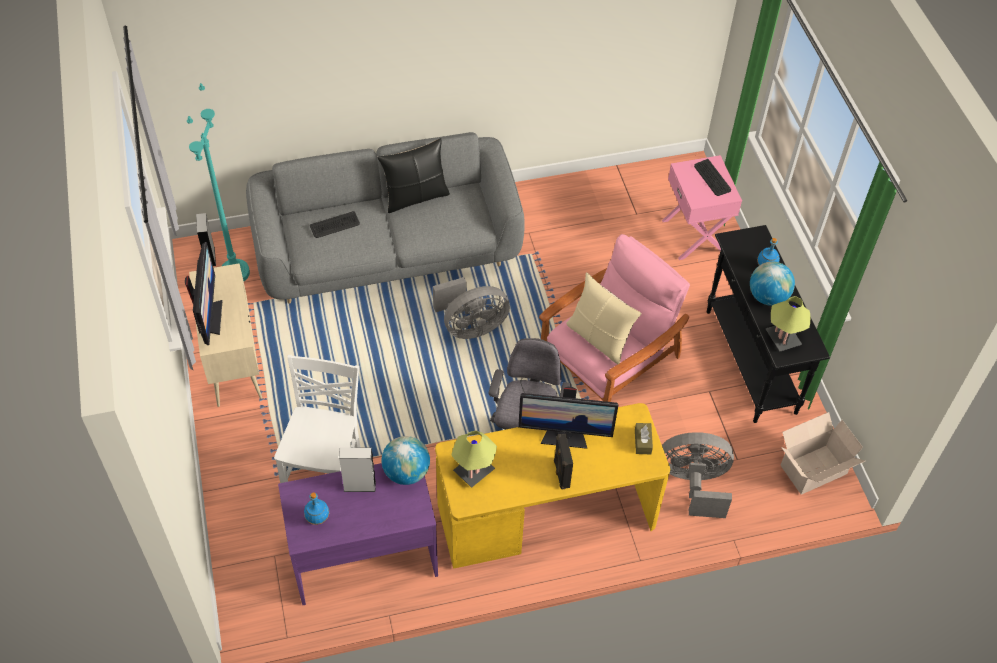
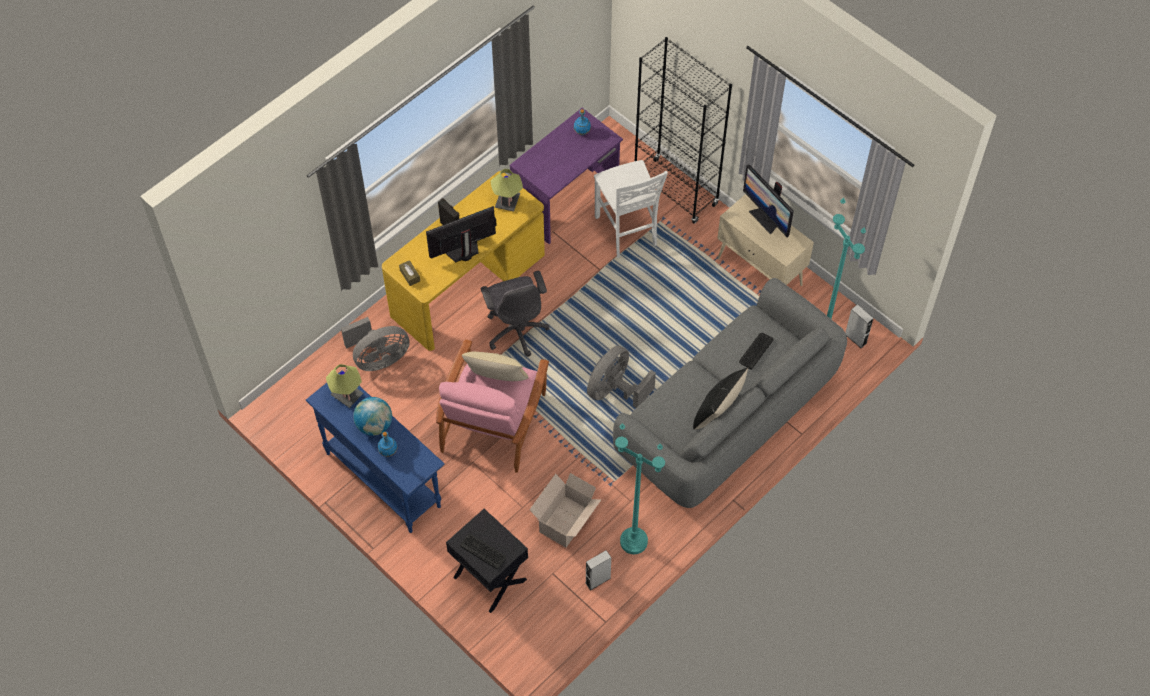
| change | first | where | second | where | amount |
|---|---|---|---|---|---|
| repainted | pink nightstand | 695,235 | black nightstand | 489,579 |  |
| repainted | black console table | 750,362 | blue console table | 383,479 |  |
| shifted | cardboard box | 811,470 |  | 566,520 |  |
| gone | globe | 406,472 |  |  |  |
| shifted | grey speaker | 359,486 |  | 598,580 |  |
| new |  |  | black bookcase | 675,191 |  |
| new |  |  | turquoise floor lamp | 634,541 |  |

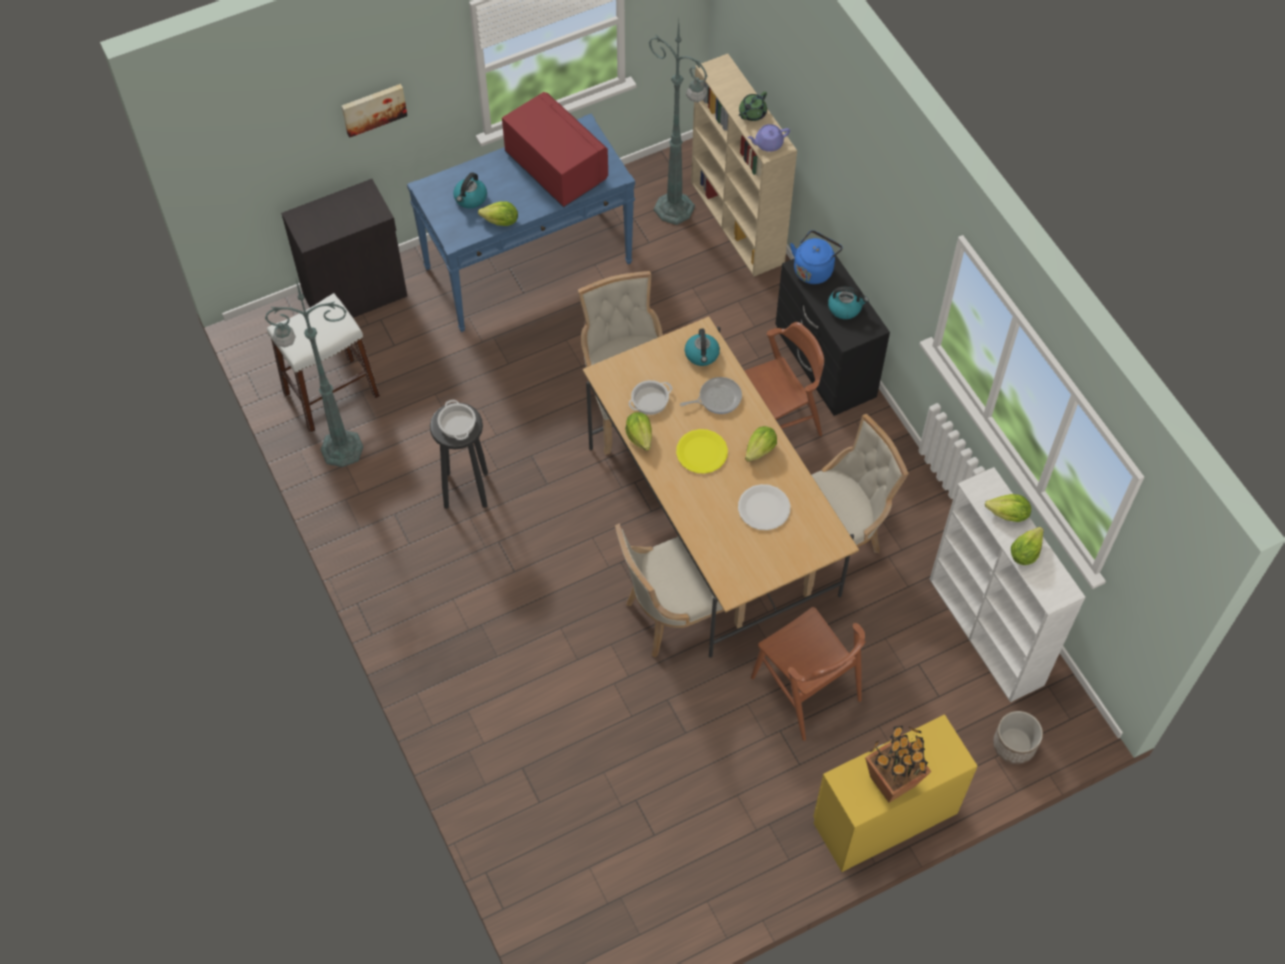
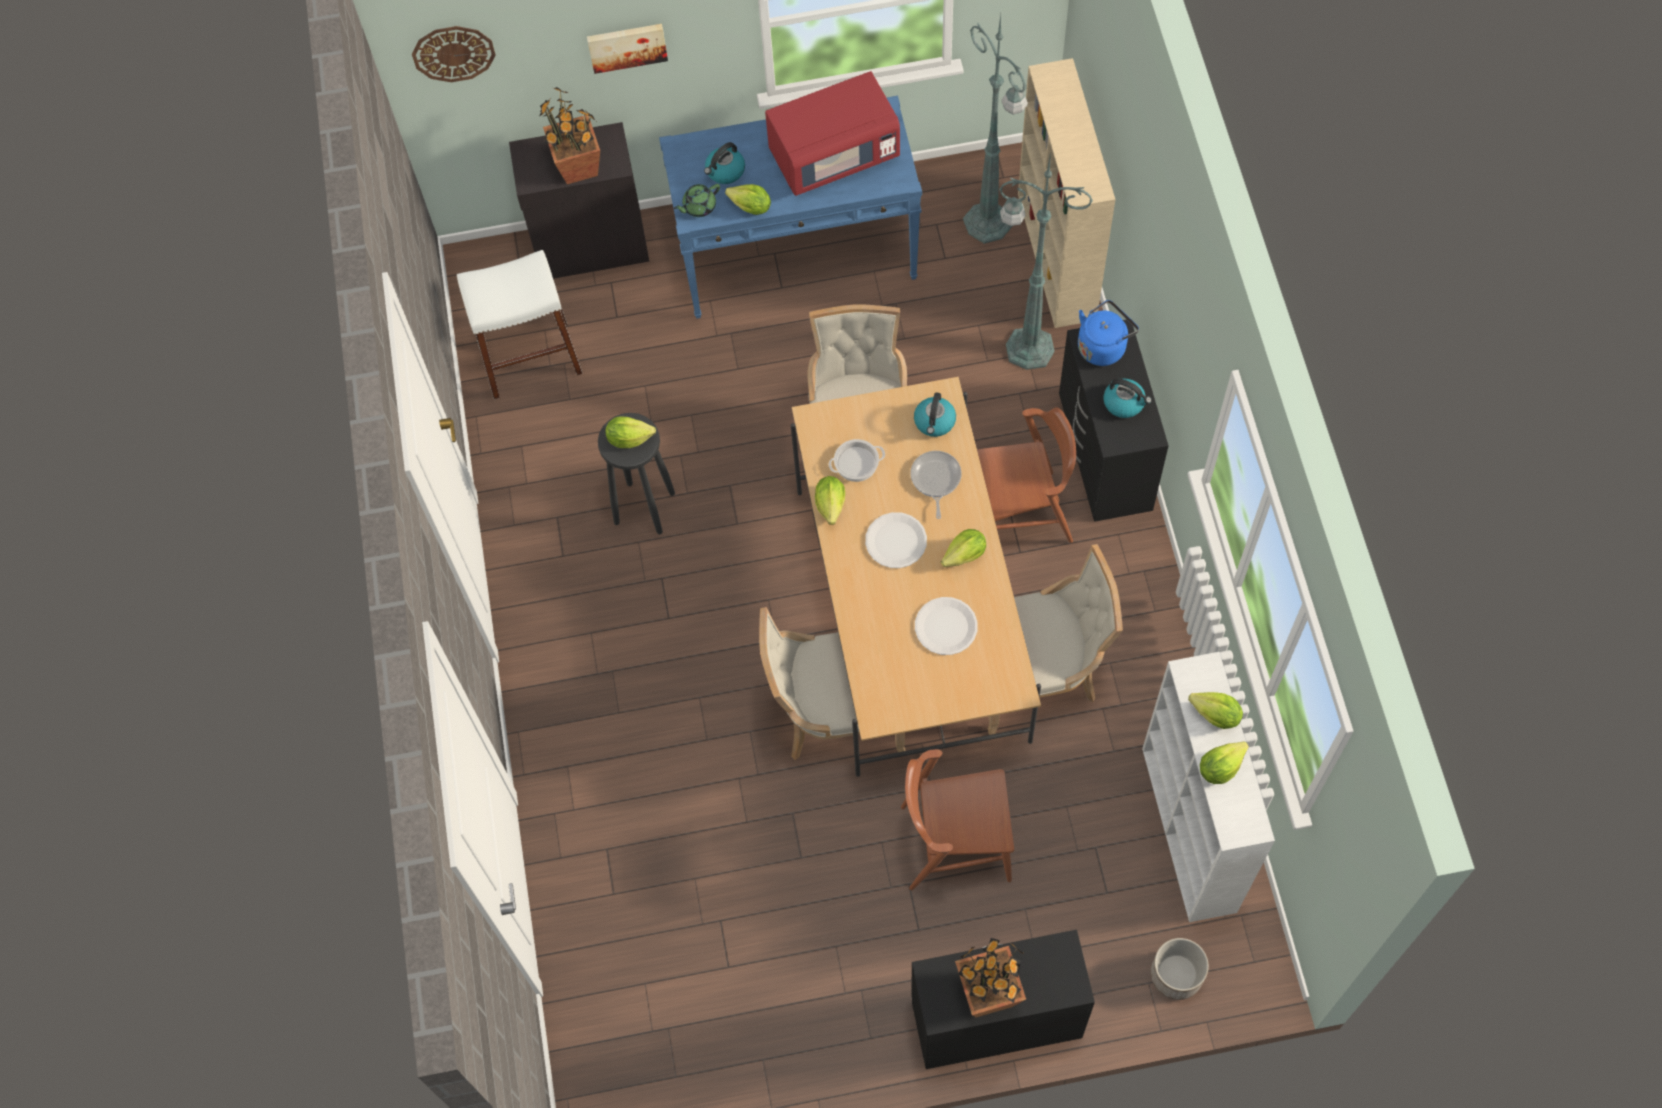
| change | first | where | second | where | amount |
|---|---|---|---|---|---|
| shifted | green teapot | 752,113 |  | 698,206 |  |
| rotated | red microwave | 555,168 |  | 834,155 | 90 degrees clockwise |
| gone | purple teapot | 768,144 |  |  |  |
| shifted | green floor lamp | 339,449 |  | 1027,348 |  |
| rotated | frying pan | 717,398 |  | 935,479 | 90 degrees counterclockwise |
| swapped | cooking pot | 456,423 | lettuce | 629,438 |  |
| repainted | yellow plate | 702,452 | white plate | 896,541 |  |
| rotated | brown chair | 806,689 |  | 955,842 | 105 degrees clockwise |
| repainted | yellow dresser | 883,816 | black dresser | 995,1017 |  |
| new |  |  | wall clock | 453,53 |  |
| new |  |  | potted plant | 579,168 |  |

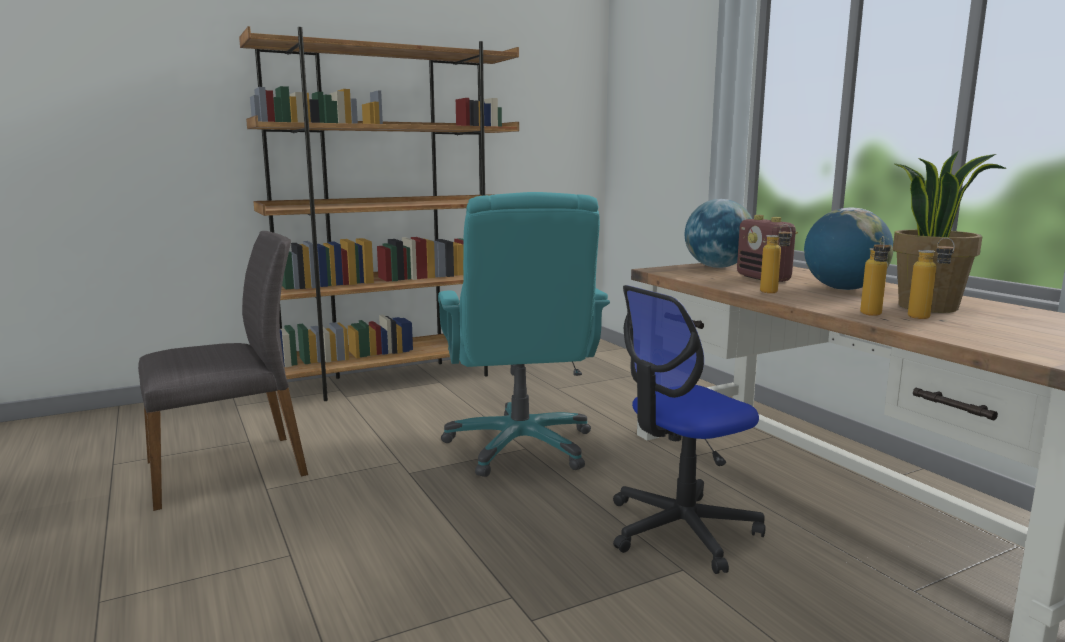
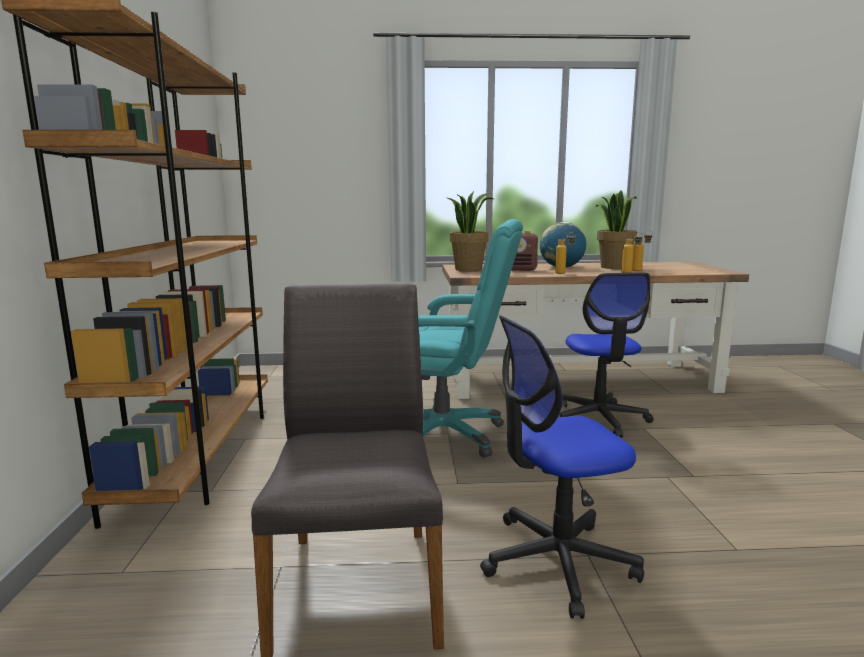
| change | first | where | second | where | amount |
|---|---|---|---|---|---|
| swapped | globe | 717,267 | potted plant | 468,269 |  |
| new |  |  | office chair | 557,561 |  |

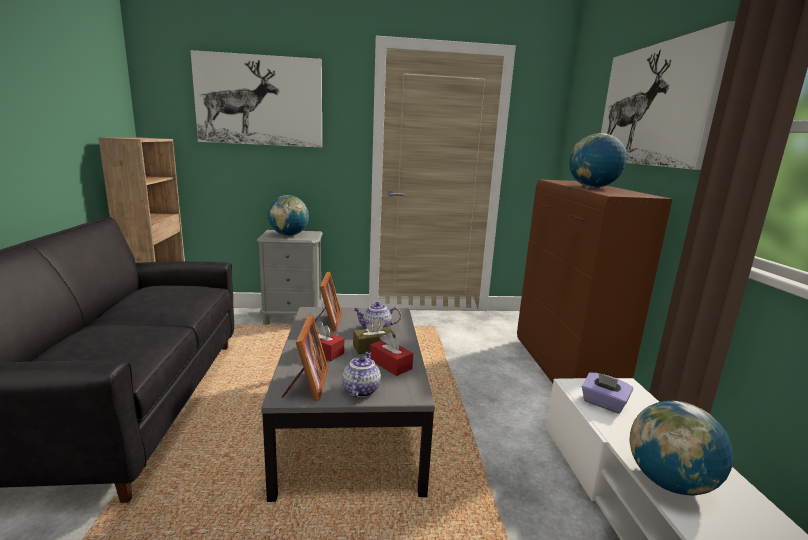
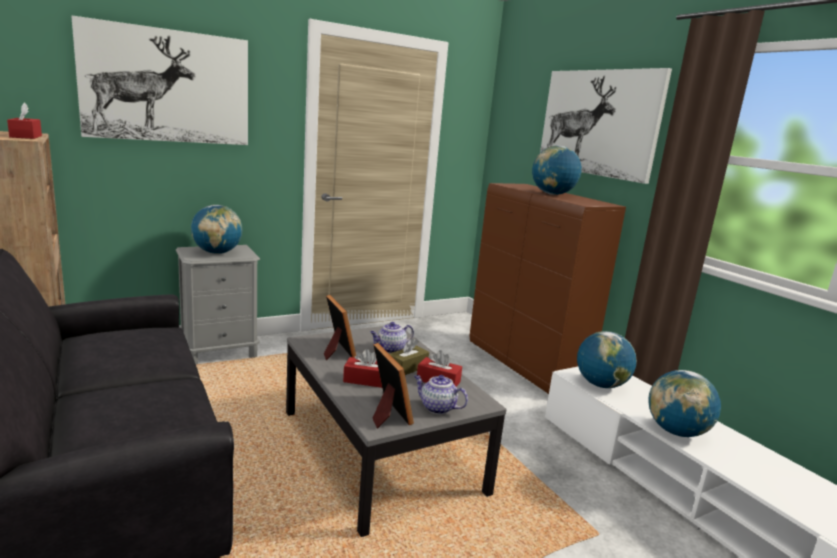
| change | first | where | second | where | amount |
|---|---|---|---|---|---|
| rotated | teapot | 361,390 |  | 437,408 | 45 degrees counterclockwise |
| swapped | purple tissue box | 603,404 | globe | 601,385 |  |
| new |  |  | red tissue box | 26,136 |  |

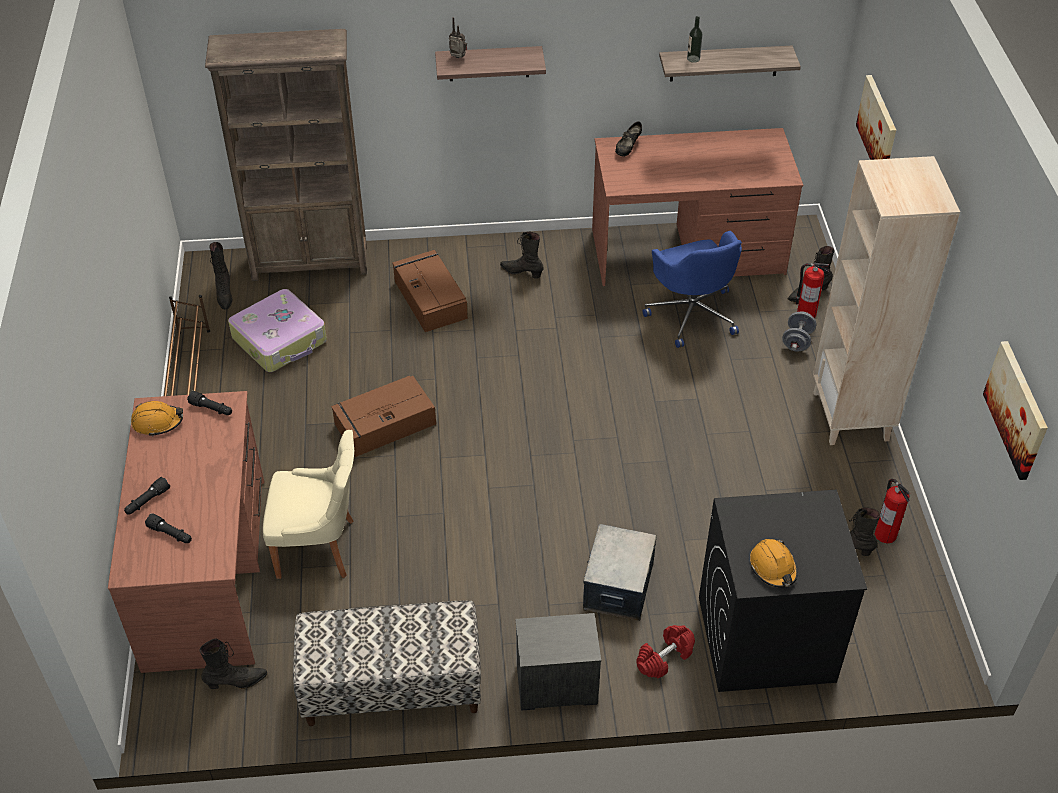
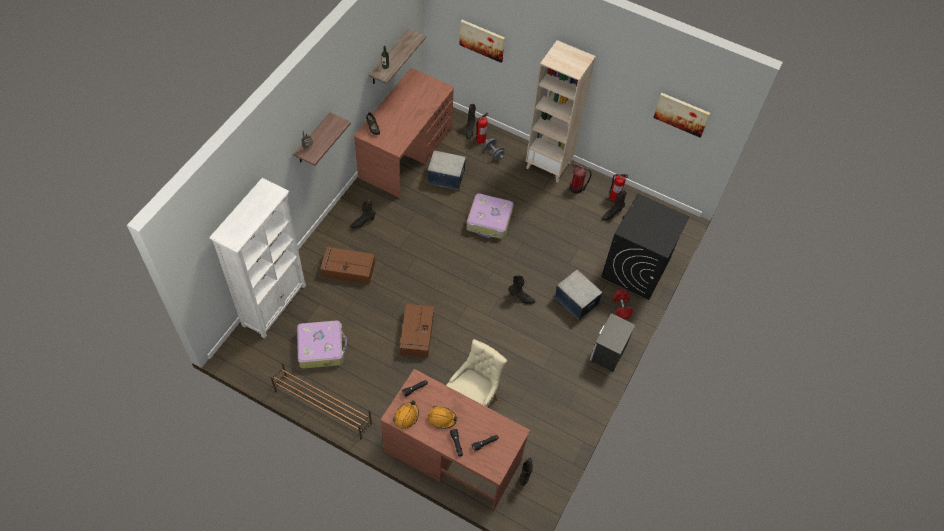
| change | first | where | second | where | amount |
|---|---|---|---|---|---|
| repainted | brown bookcase | 310,262 | white bookcase | 274,305 |  |
| swapped | blue office chair | 692,313 | storage box | 446,177 |  |
| shifted | black boot | 224,295 |  | 521,298 |  |
| shifted | orange hard hat | 773,568 |  | 442,418 |  |
| gone | bench | 391,688 |  |  |  |
| new |  |  | fire extinguisher | 576,188 |  |
| new |  |  | suitcase | 489,221 |  |

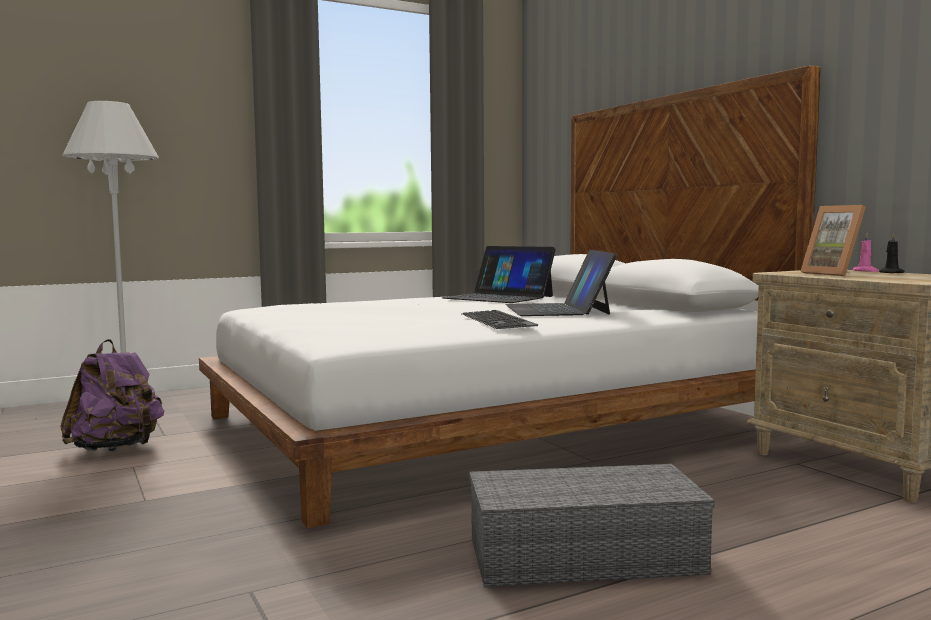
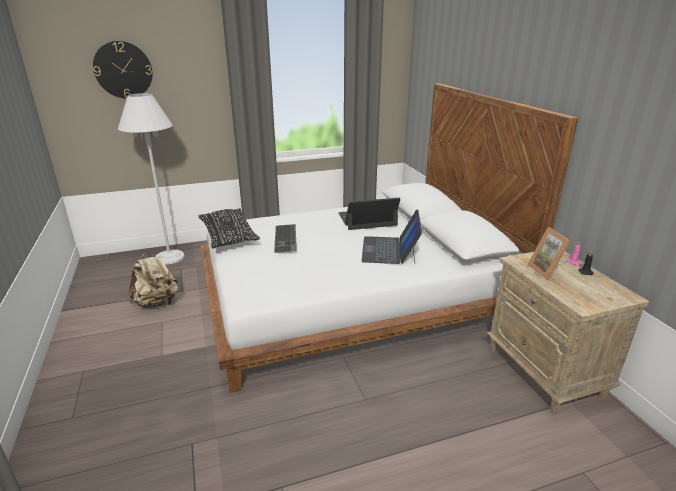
| change | first | where | second | where | amount |
|---|---|---|---|---|---|
| rotated | laptop | 498,297 |  | 367,219 | 120 degrees clockwise |
| shifted | keyboard | 499,320 |  | 286,238 |  |
| repainted | purple backpack | 116,449 | beige backpack | 157,303 |  |
| gone | grey storage box | 581,557 |  |  |  |
| new |  |  | wall clock | 123,70 |  |
| new |  |  | black pillow | 228,236 |  |

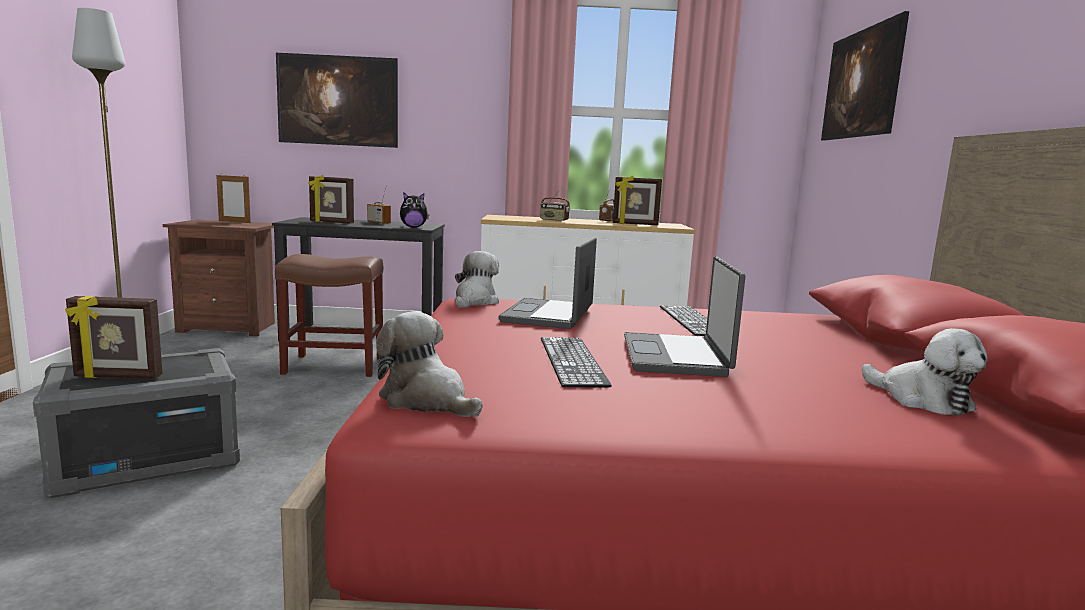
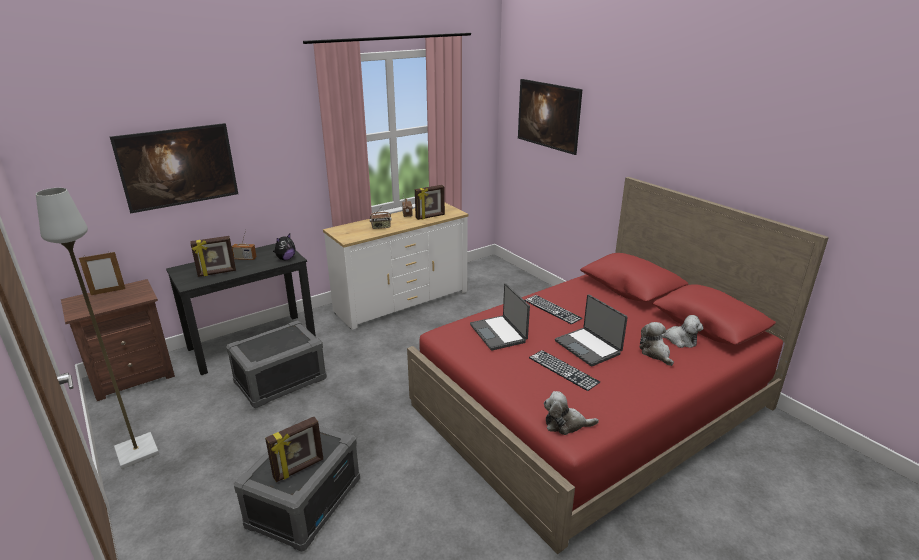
| change | first | where | second | where | amount |
|---|---|---|---|---|---|
| shifted | plush toy | 475,302 |  | 655,353 |  |
| swapped | brown stool | 332,366 | grey storage box | 280,381 |  |

